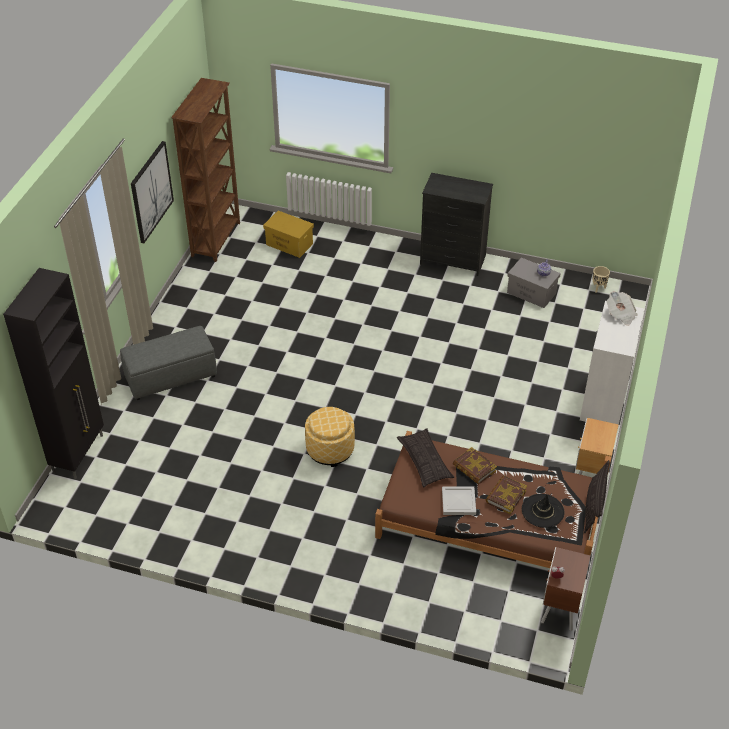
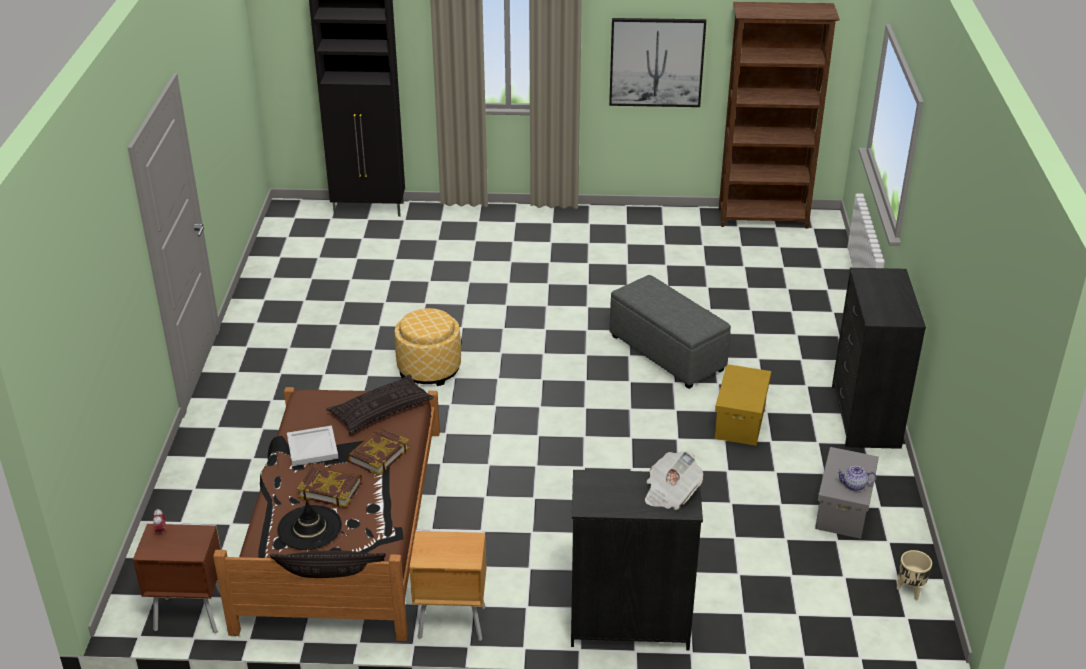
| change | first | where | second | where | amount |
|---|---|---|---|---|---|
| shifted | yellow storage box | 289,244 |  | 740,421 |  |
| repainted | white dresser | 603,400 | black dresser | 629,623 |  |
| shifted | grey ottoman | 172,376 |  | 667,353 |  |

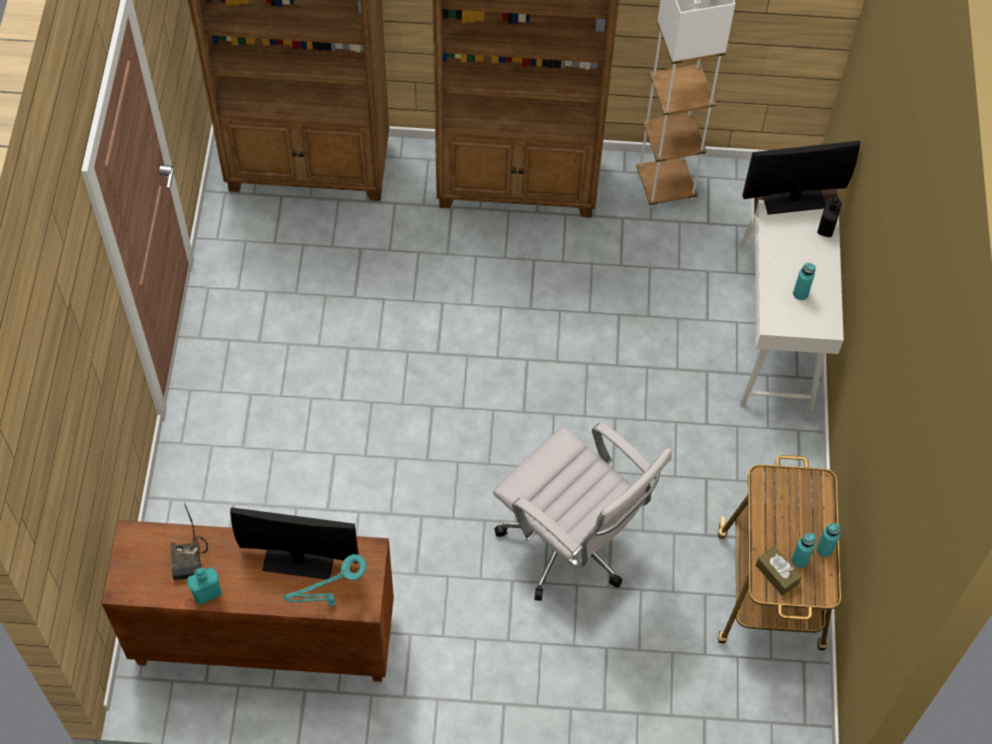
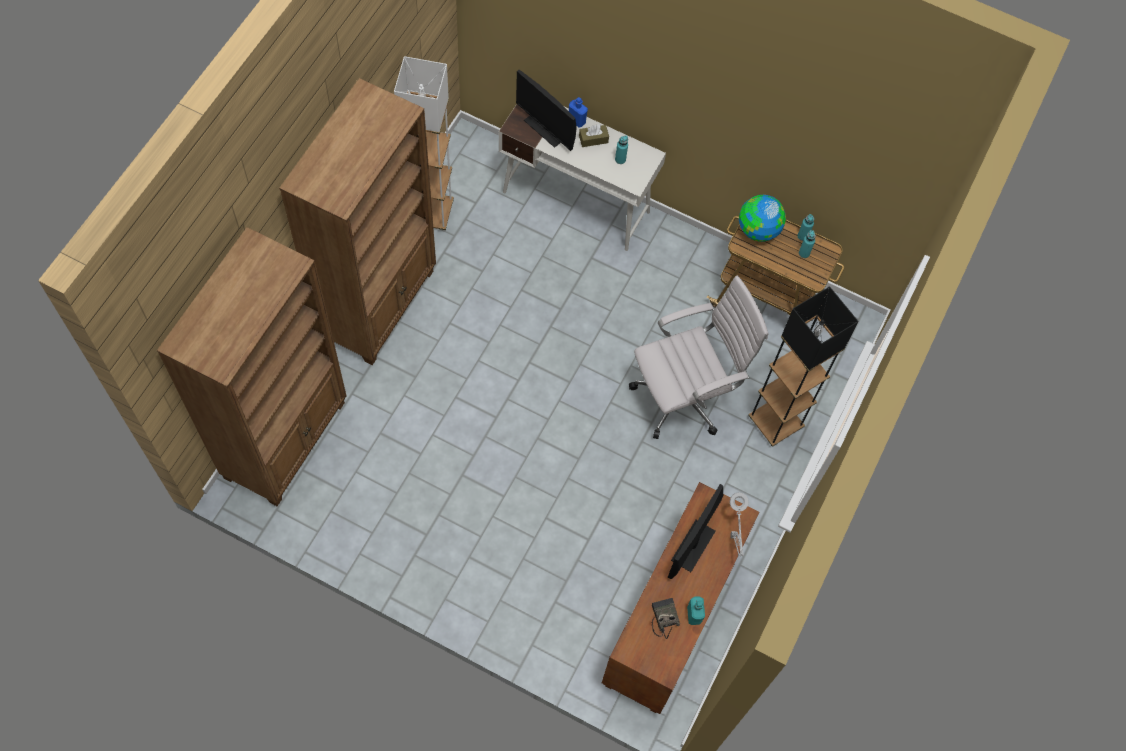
| change | first | where | second | where | amount |
|---|---|---|---|---|---|
| rotated | monitor | 794,200 |  | 546,128 | 60 degrees counterclockwise |
| repainted | black bottle | 826,227 | blue bottle | 577,120 |  |
| rotated | radio | 190,560 |  | 663,617 | 120 degrees counterclockwise |
| shifted | brown tissue box | 777,574 |  | 593,139 |  |
| repainted | turquoise table lamp | 328,603 | grey table lamp | 733,538 |  |
| new |  |  | globe | 758,230 |  |
| new |  |  | black floor lamp | 775,423 |  |

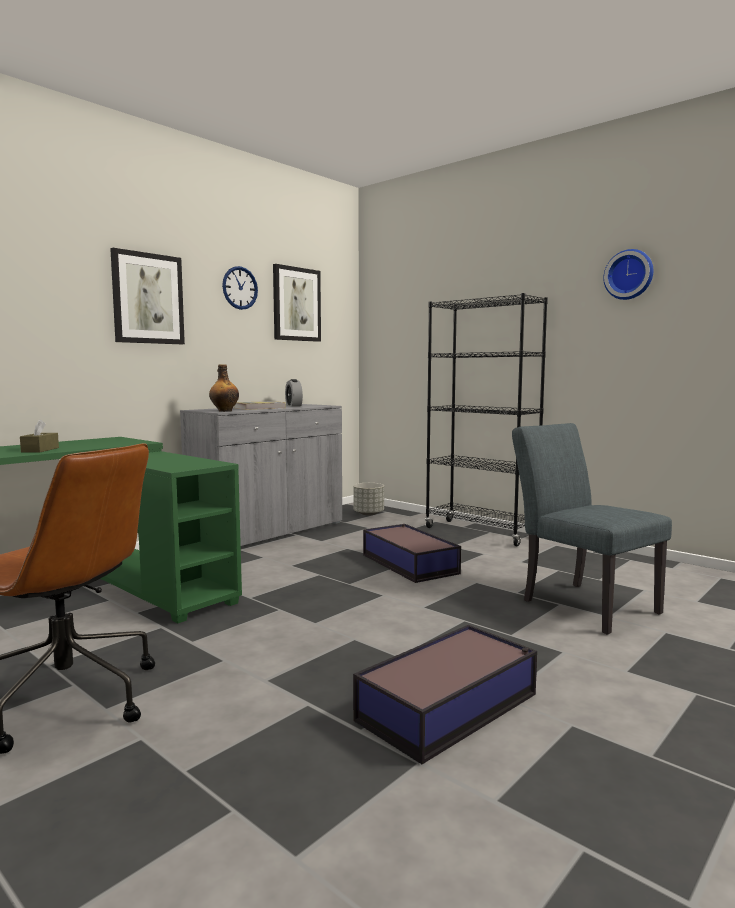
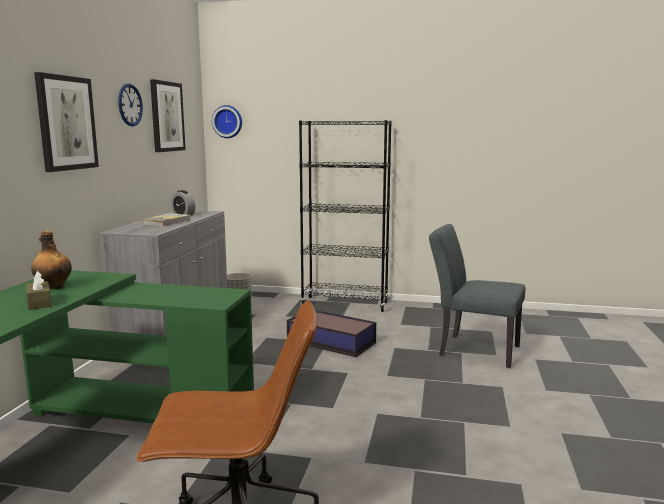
| change | first | where | second | where | amount |
|---|---|---|---|---|---|
| shifted | wall clock | 629,275 |  | 228,121 |  |
| shifted | bottle | 224,411 |  | 54,287 |  |
| gone | storage box | 450,706 |  |  |  |

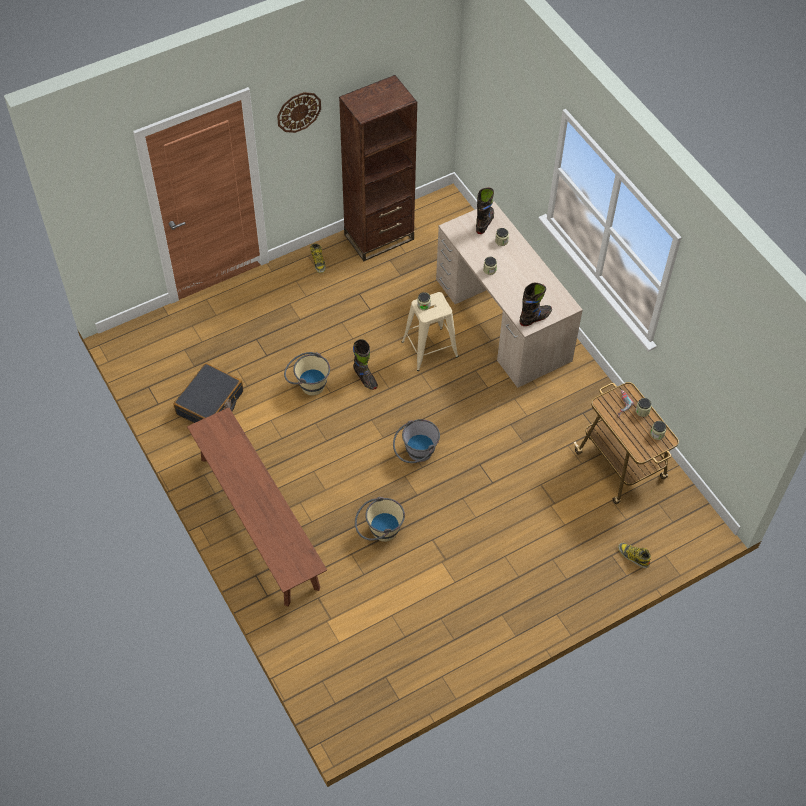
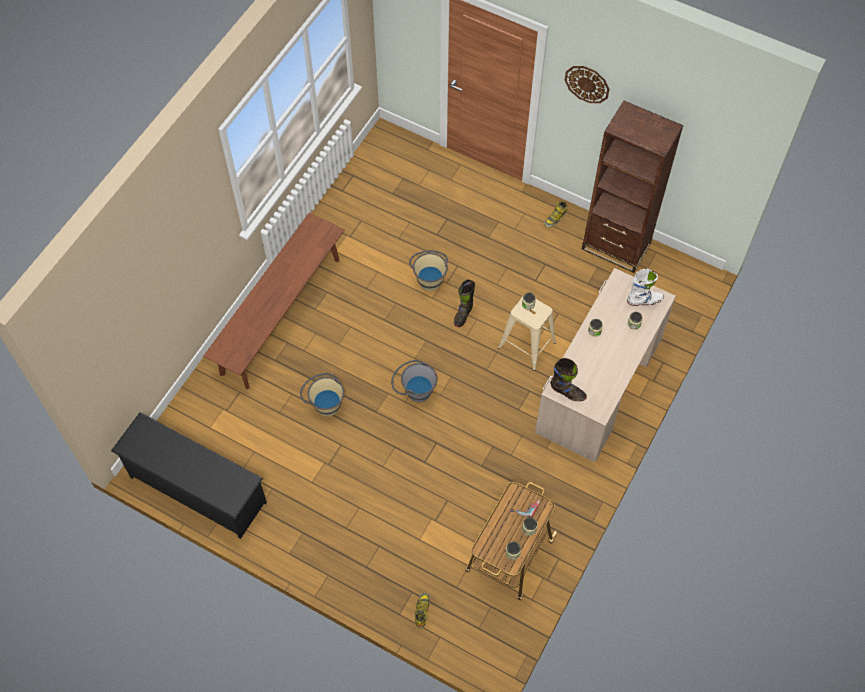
| change | first | where | second | where | amount |
|---|---|---|---|---|---|
| repainted | black boot | 484,223 | white boot | 644,301 |  |
| gone | black suitcase | 210,403 |  |  |  |
| new |  |  | black shoe rack | 197,489 |  |

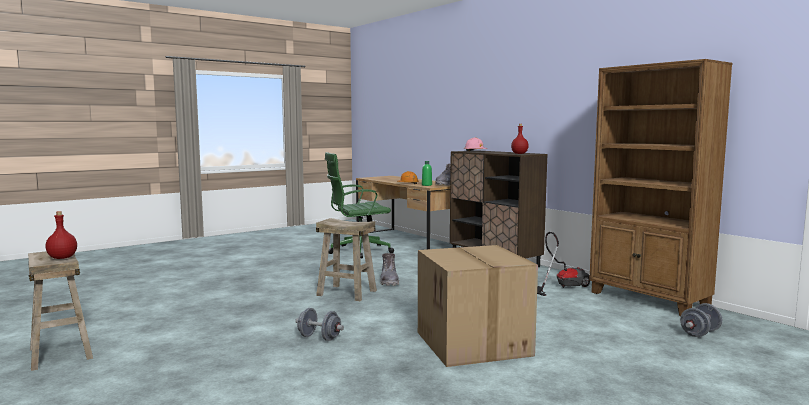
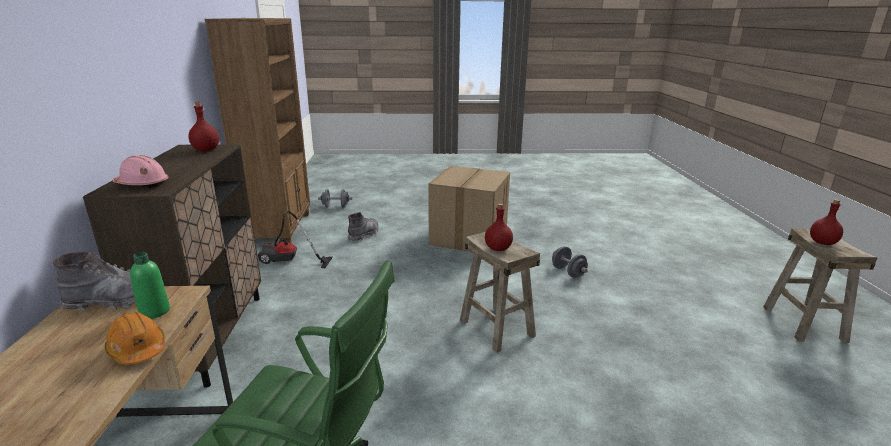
| change | first | where | second | where | amount |
|---|---|---|---|---|---|
| shifted | grey boot | 389,281 |  | 364,234 |  |
| new |  |  | red bottle | 497,249 |  |

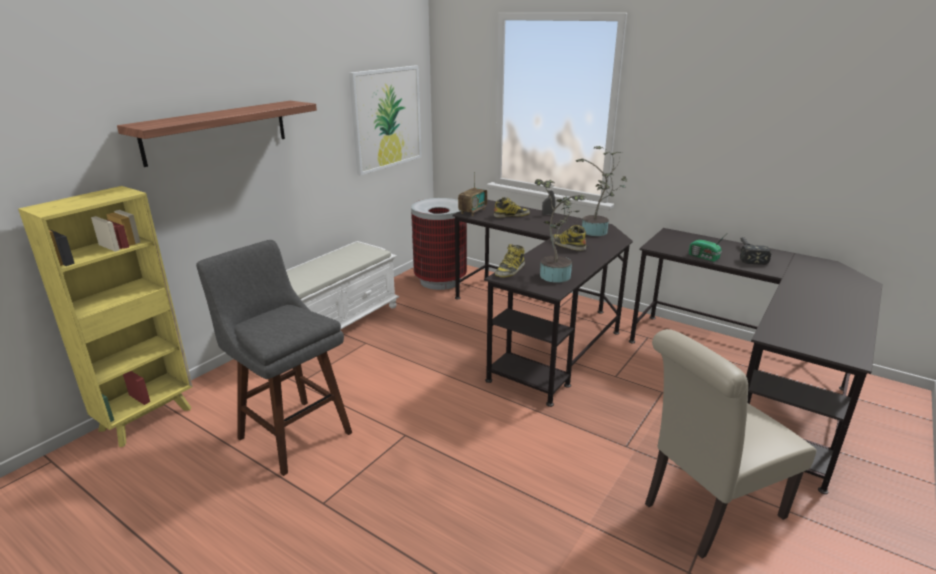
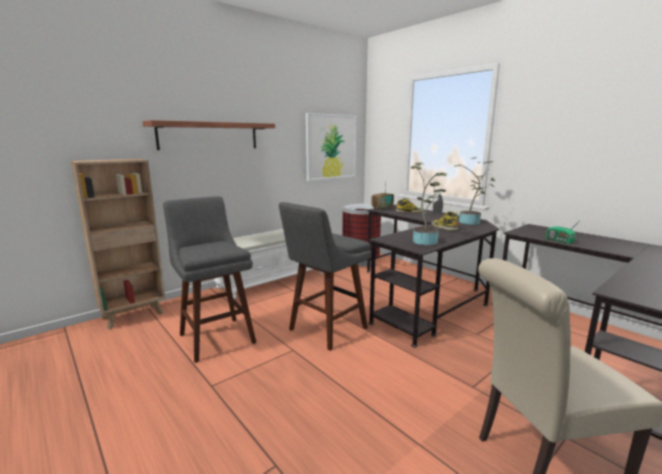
| change | first | where | second | where | amount |
|---|---|---|---|---|---|
| repainted | yellow bookcase | 148,418 | brown bookcase | 134,315 |  |
| gone | hammer | 747,254 |  |  |  |
| gone | boot | 510,270 |  |  |  |
| new |  |  | grey stool | 325,330 |  |

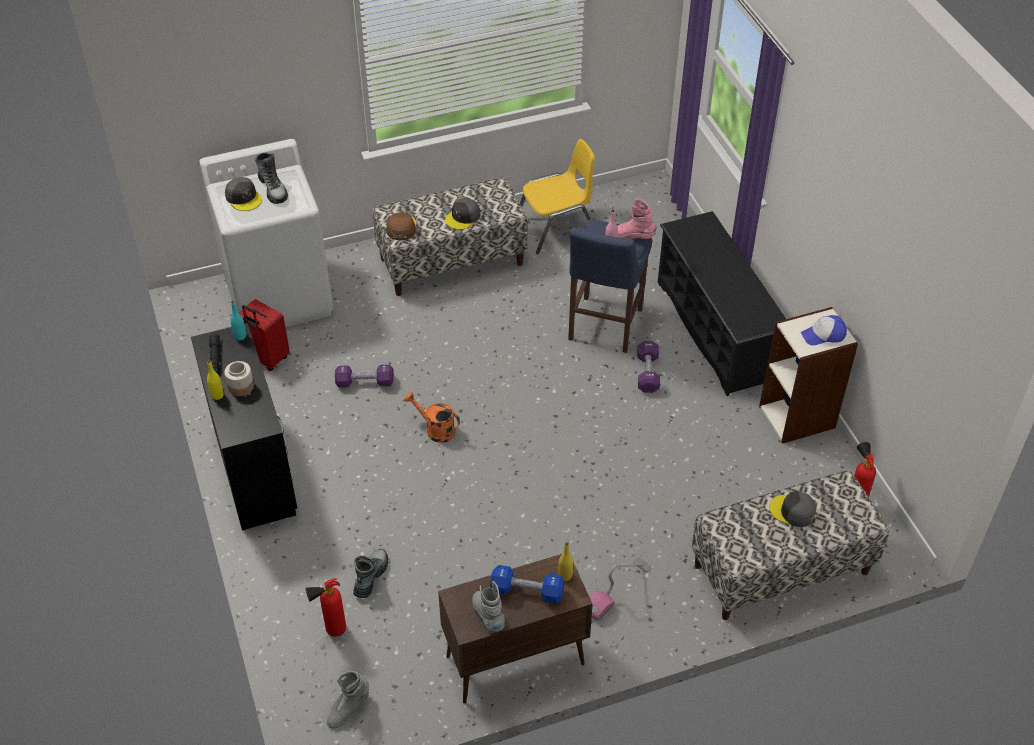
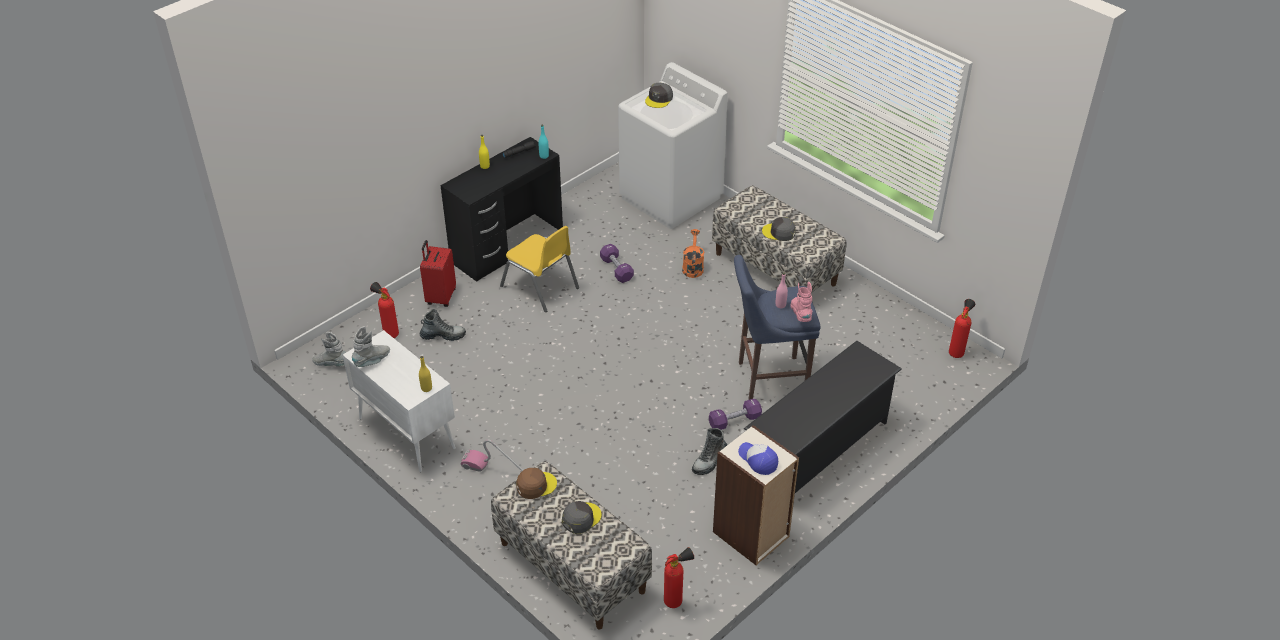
| change | first | where | second | where | amount |
|---|---|---|---|---|---|
| shifted | yellow chair | 556,228 |  | 540,287 |  |
| shifted | boot | 273,189 |  | 709,460 |  |
| shifted | brown cap | 401,228 |  | 536,485 |  |
| shifted | red suitcase | 266,358 |  | 440,297 |  |
| gone | jar | 241,386 |  |  |  |
| shifted | orange watering can | 435,429 |  | 692,267 |  |
| rotated | grey cap | 792,511 |  | 581,518 | 45 degrees clockwise |
| repainted | brown cabinet | 513,661 | white cabinet | 406,433 |  |
| gone | blue dumbbell | 527,591 |  |  |  |
| new |  |  | fire extinguisher | 957,352 |  |

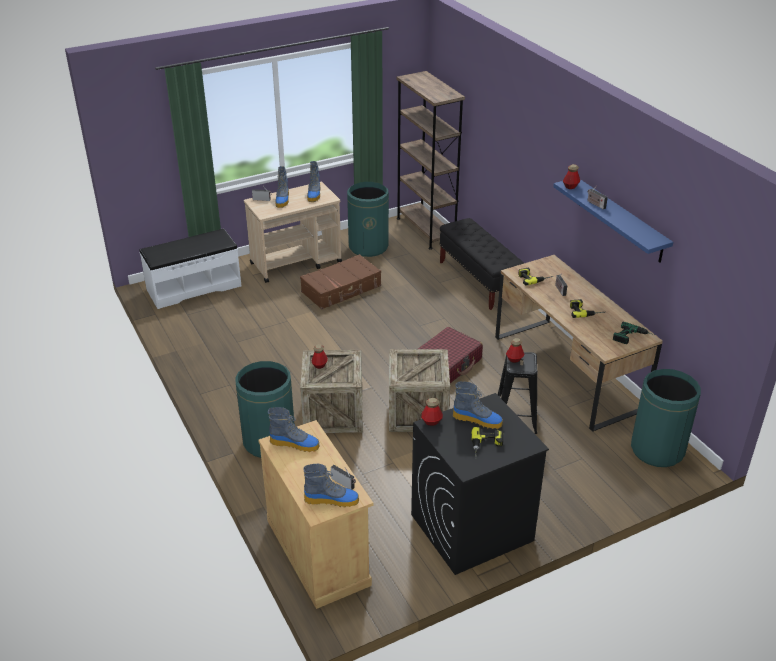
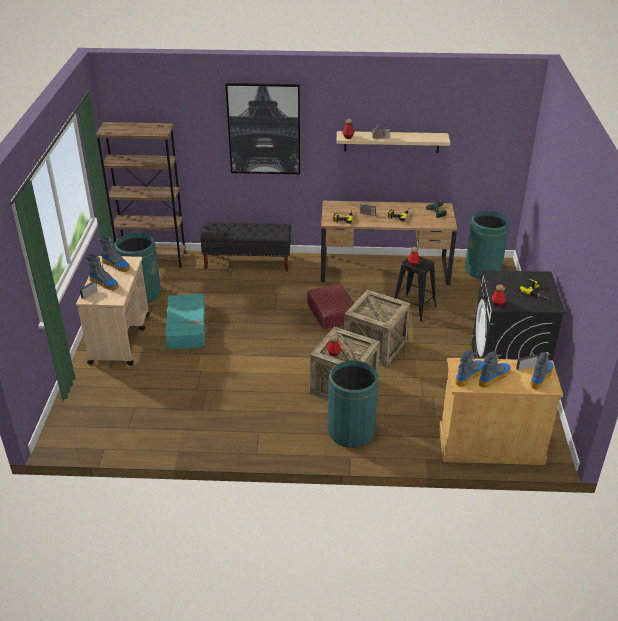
| change | first | where | second | where | amount |
|---|---|---|---|---|---|
| repainted | blue shelf | 620,220 | beige shelf | 391,142 |  |
| gone | white bench | 193,287 |  |  |  |
| repainted | brown suitcase | 341,289 | turquoise suitcase | 187,328 |  |
| shifted | boot | 478,420 |  | 494,377 |  |
| new |  |  | picture | 264,129 |  |

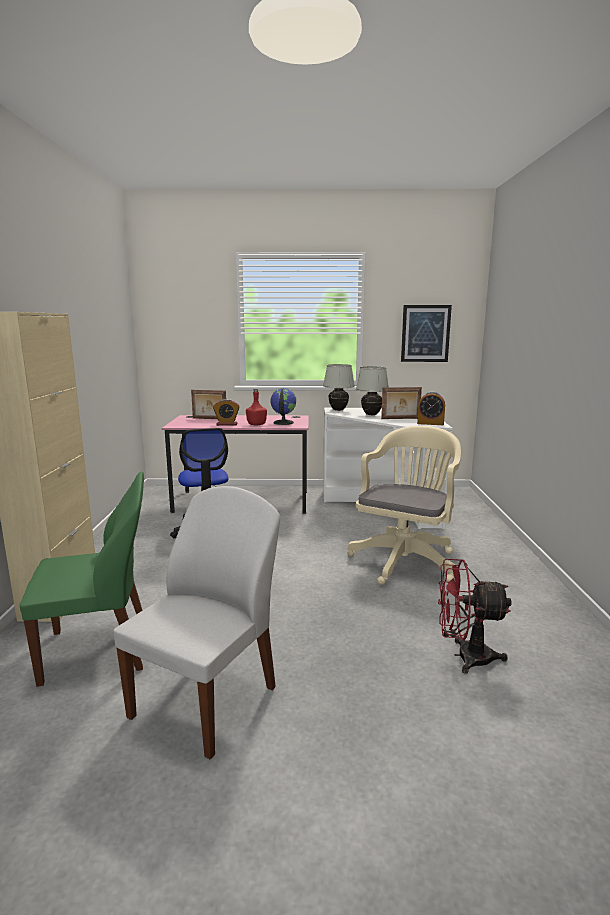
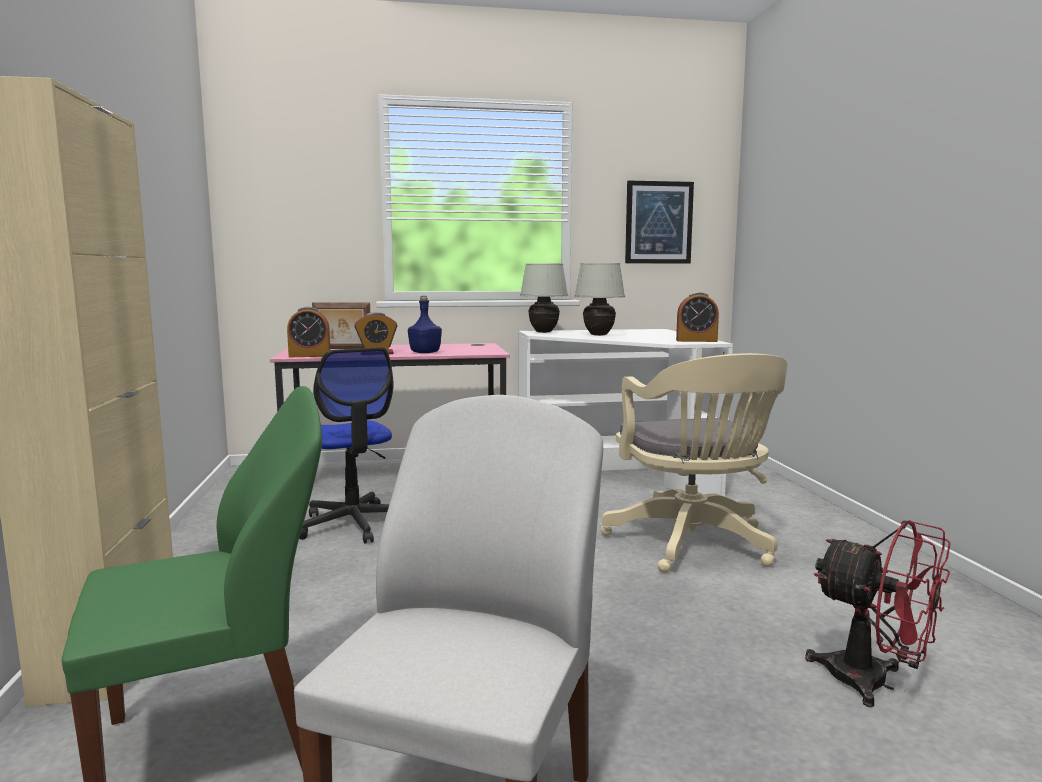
| change | first | where | second | where | amount |
|---|---|---|---|---|---|
| gone | picture frame | 400,418 |  |  |  |
| gone | globe | 283,422 |  |  |  |
| repainted | red bottle | 257,424 | blue bottle | 425,352 |  |
| rotated | beige office chair | 405,559 |  | 693,545 | 150 degrees clockwise |
| rotated | red fan | 465,656 |  | 874,683 | 135 degrees counterclockwise |
| new |  |  | alarm clock | 310,356 |  |

